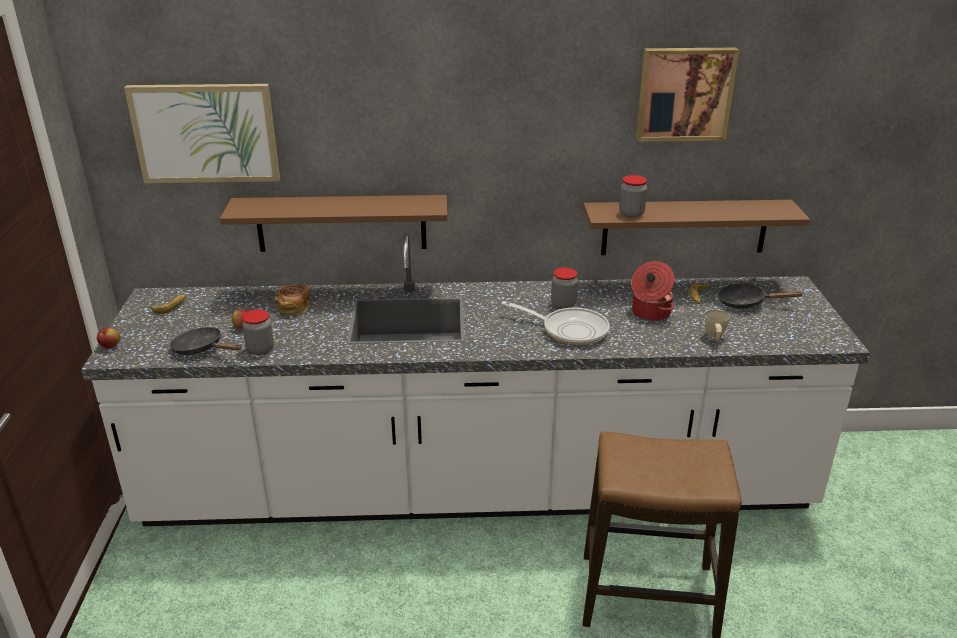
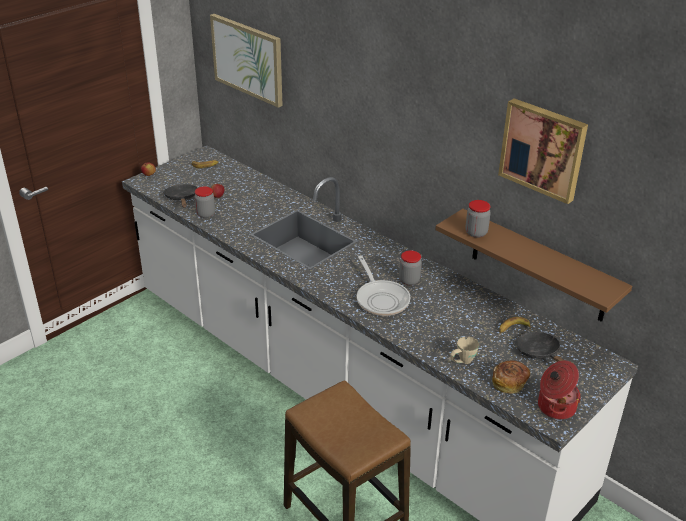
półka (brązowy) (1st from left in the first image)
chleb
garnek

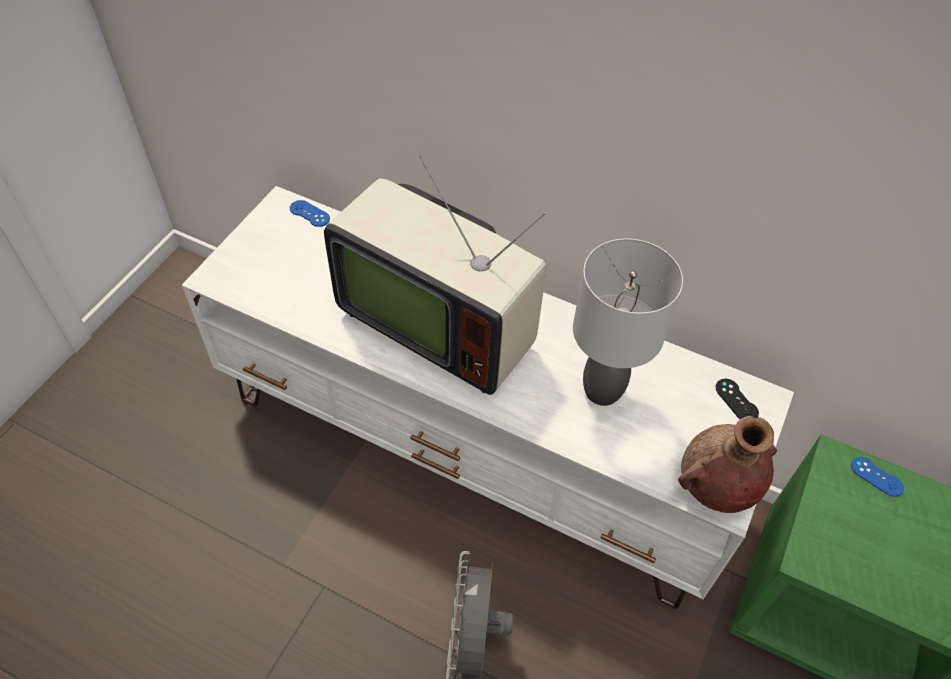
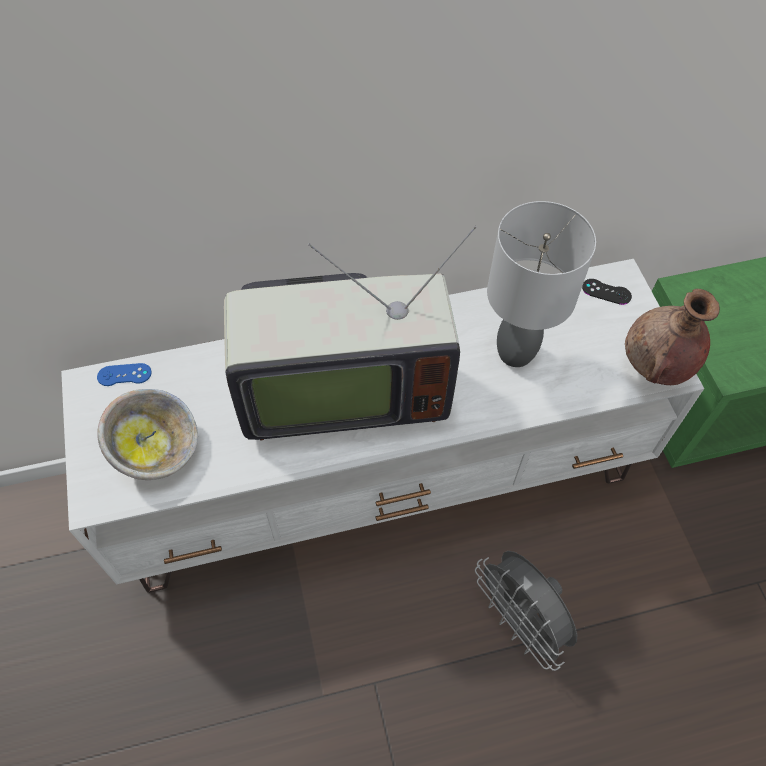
pad do gier (niebieski) (2nd from left in the first image)
miska

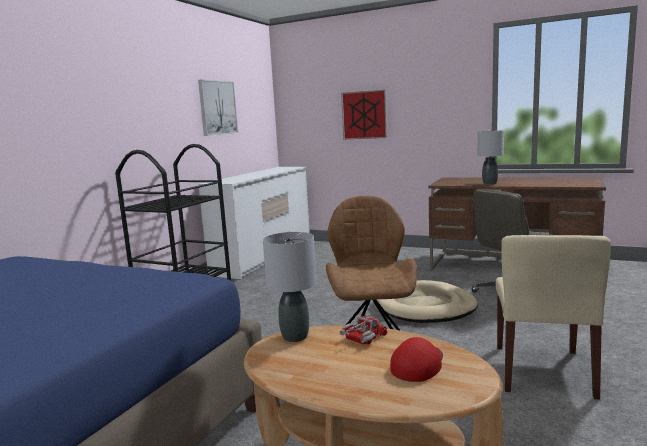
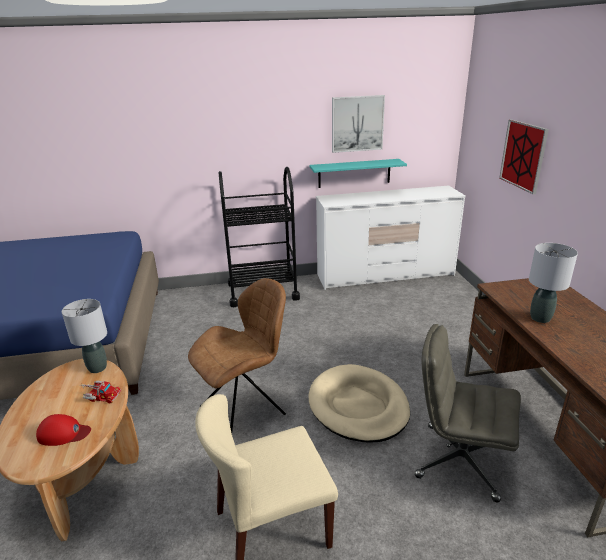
półka (turkusowy)

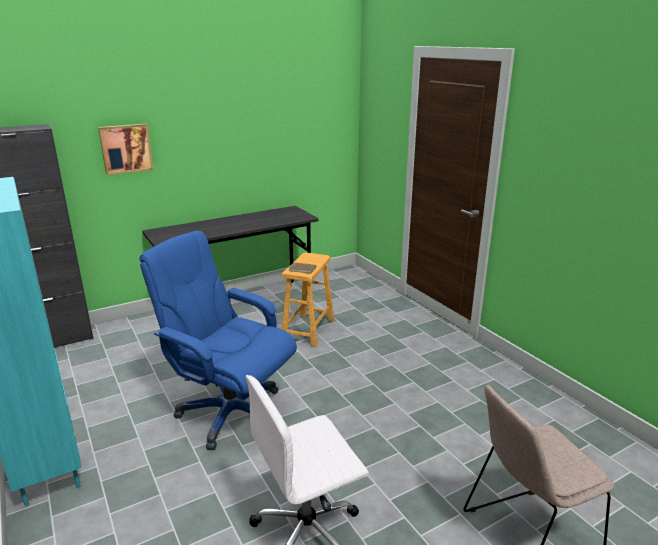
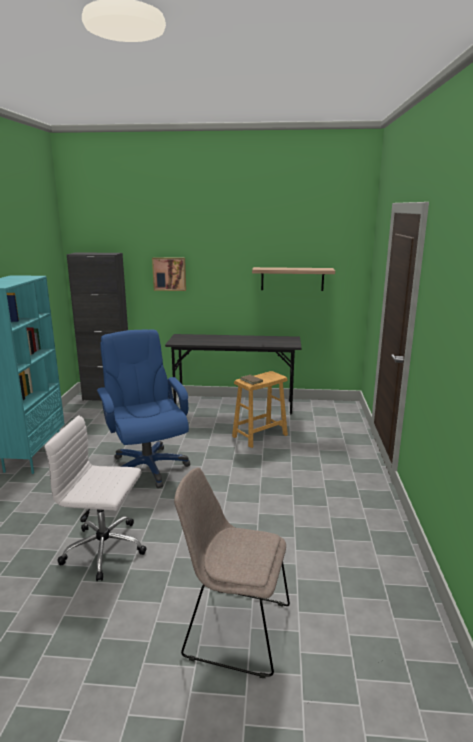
półka

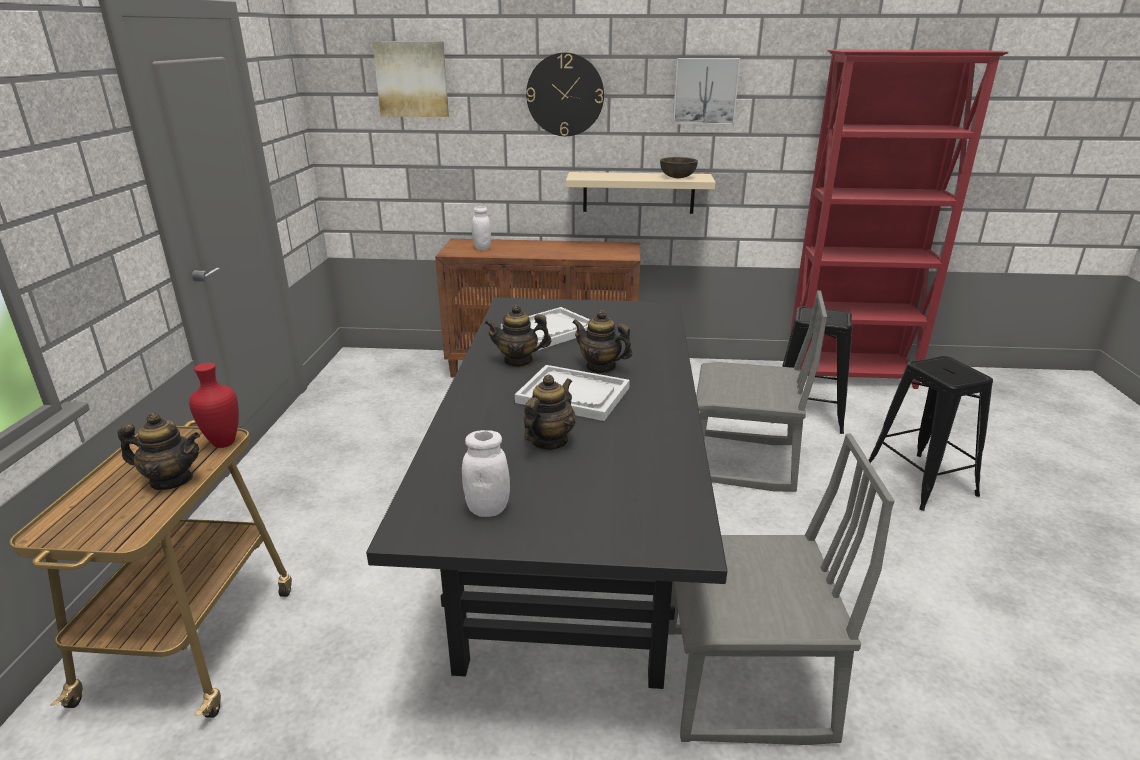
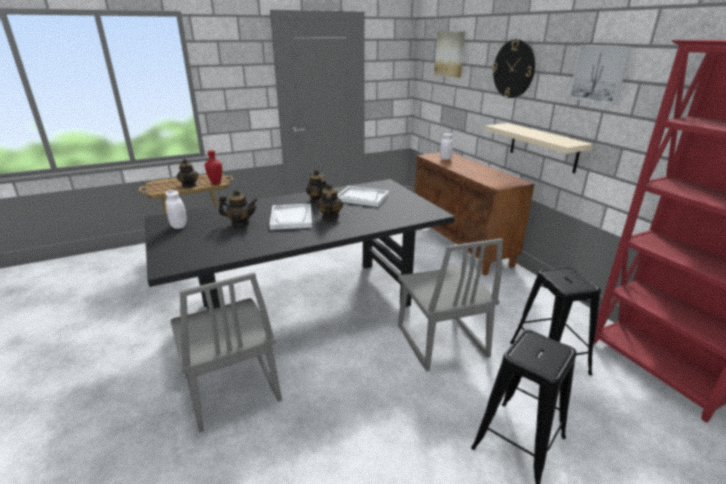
miska (brązowy)

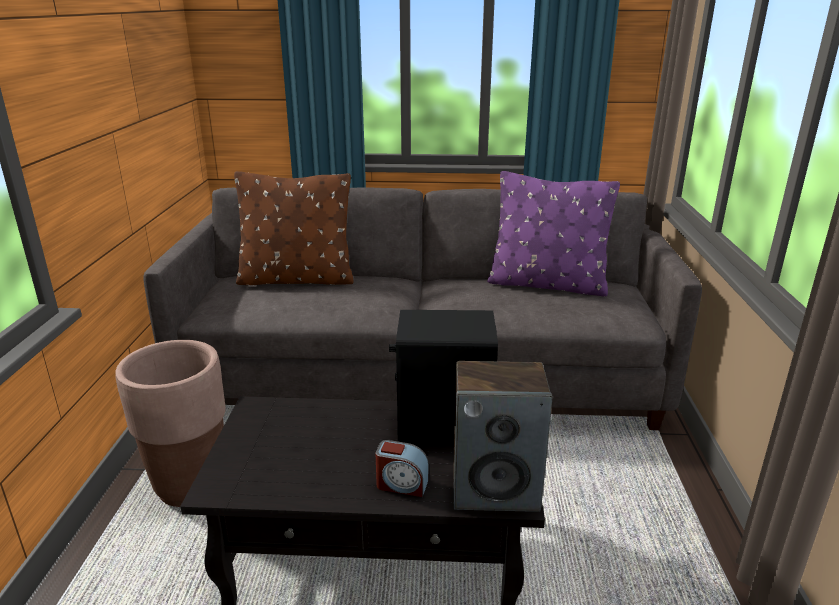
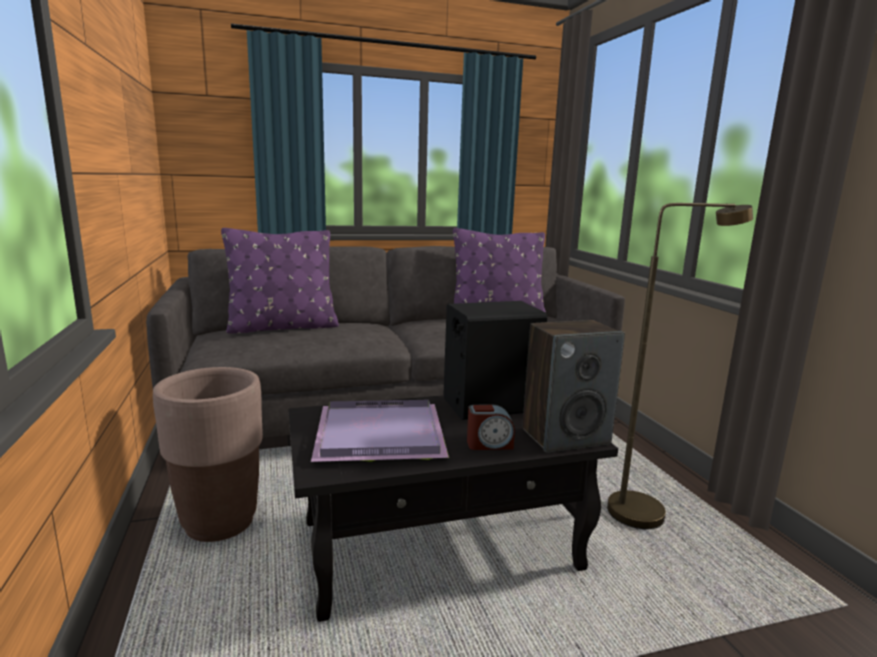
poduszka (fioletowy) (1st from left)
taca (fioletowy)
lampa stojąca (brązowy)

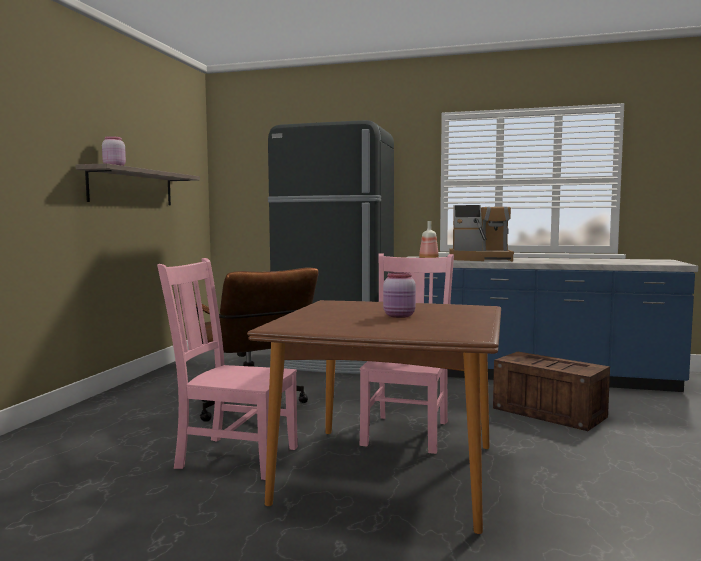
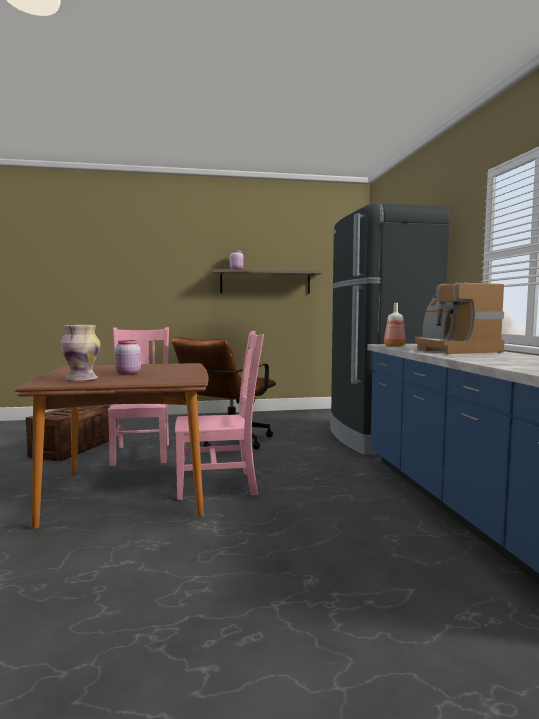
skrzynka
wazon

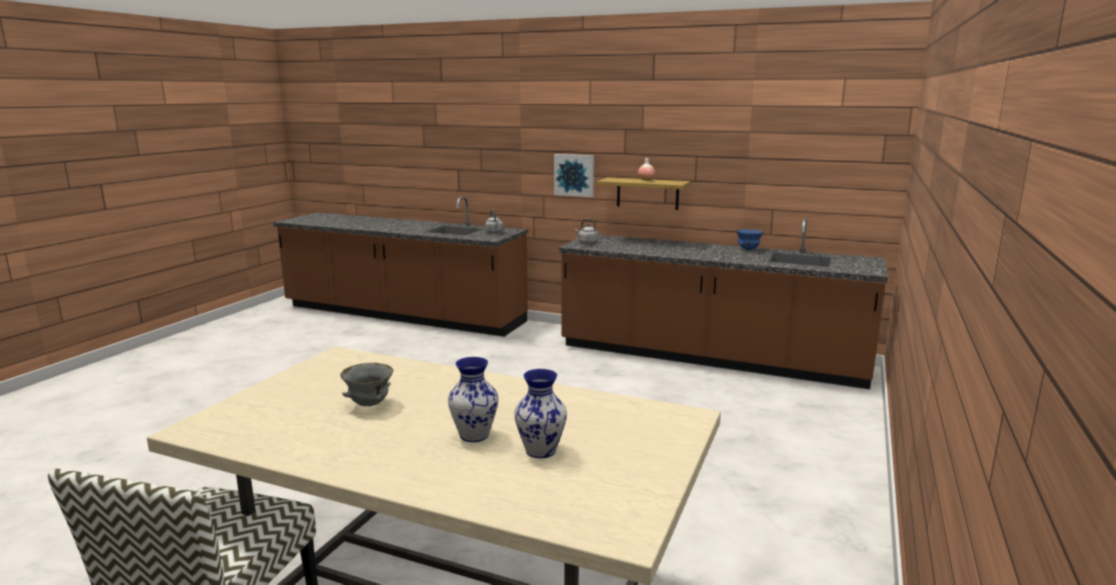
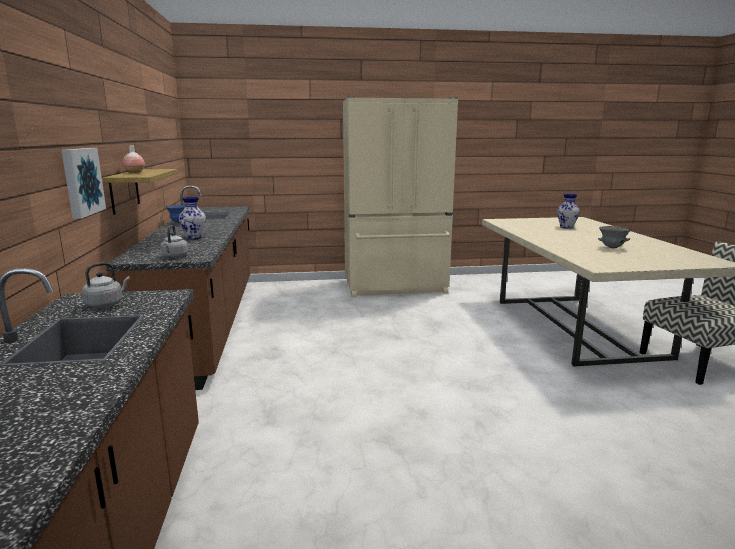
wazon (2nd from left)
lodówka (beżowy)

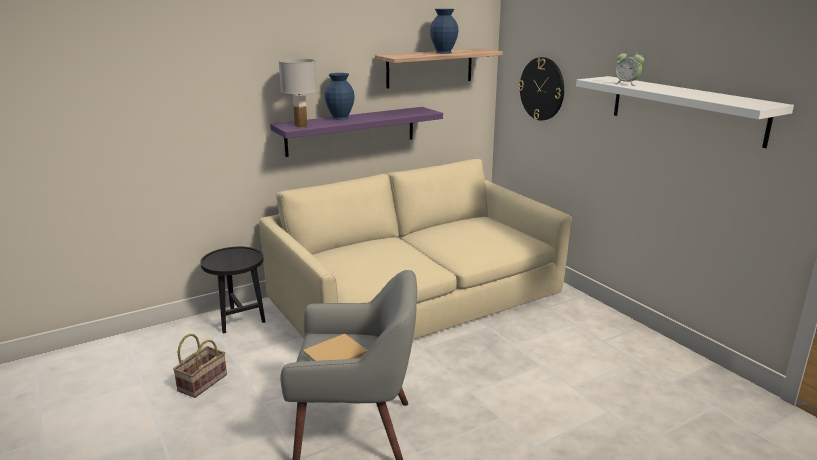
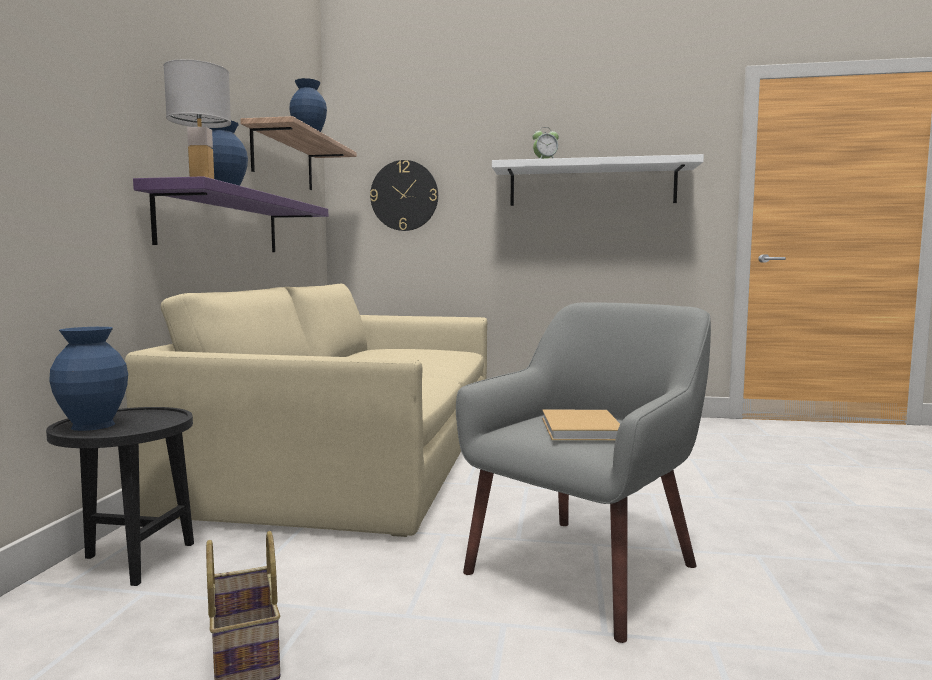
wazon (niebieski) (1st from left)

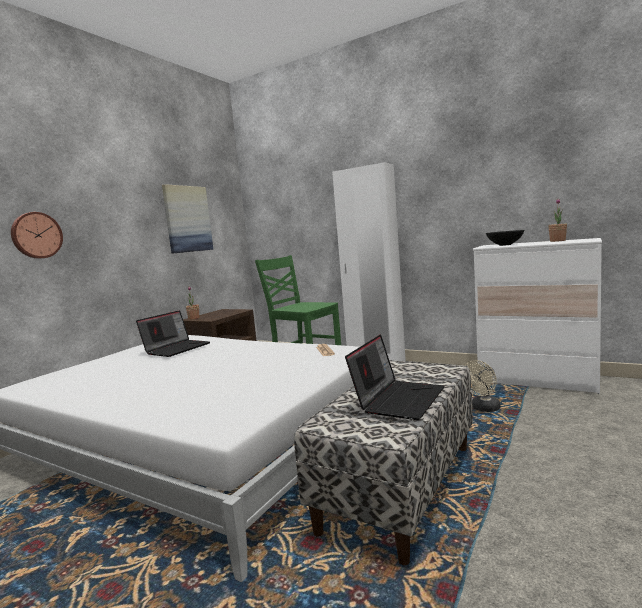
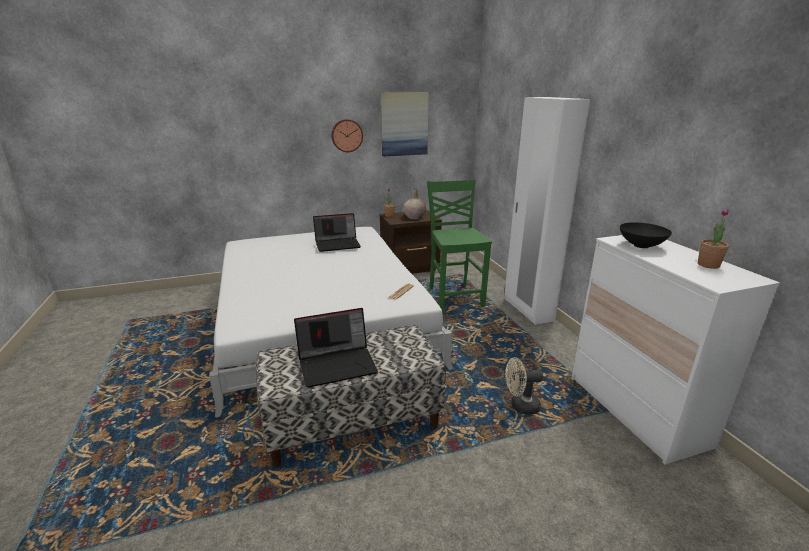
zegar ścienny
wazon (beżowy)

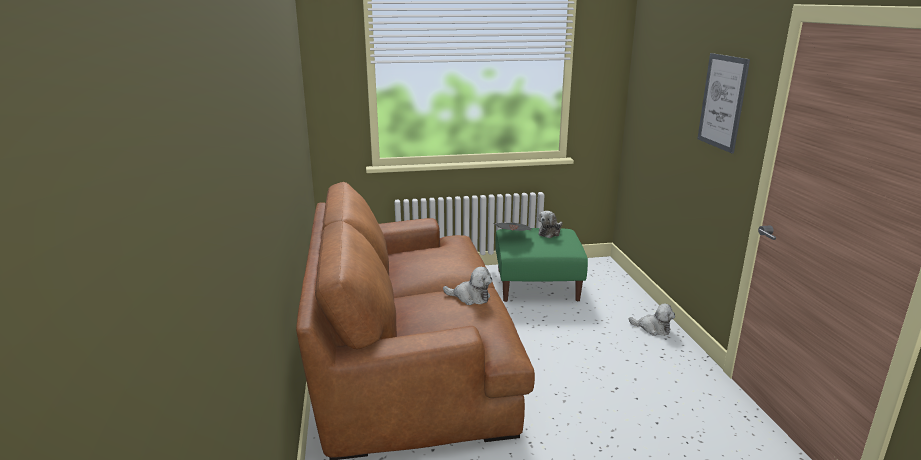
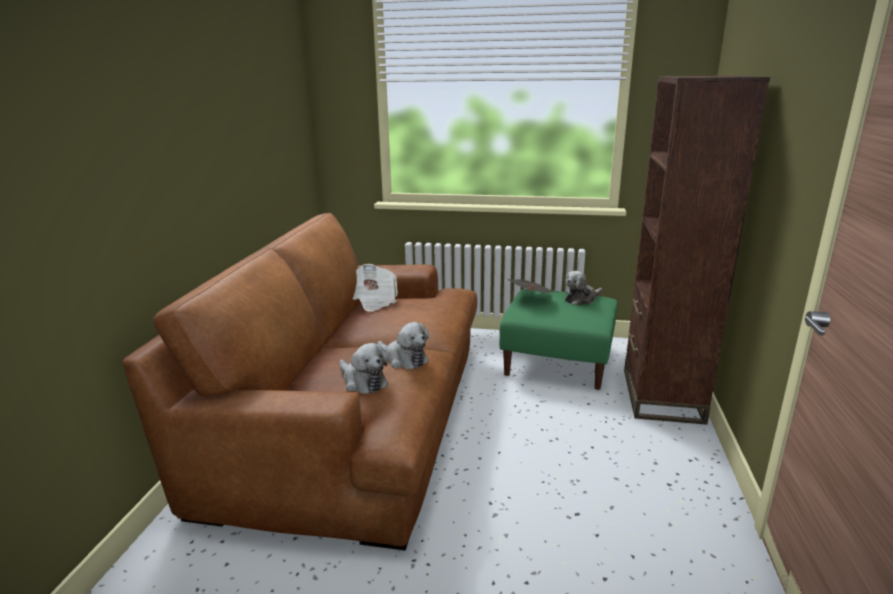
pluszak (1st from left)
obraz
gazeta (1st from left)
regał (brązowy)

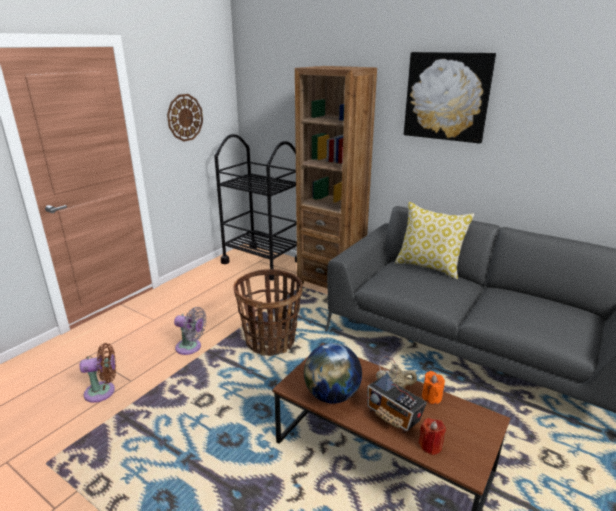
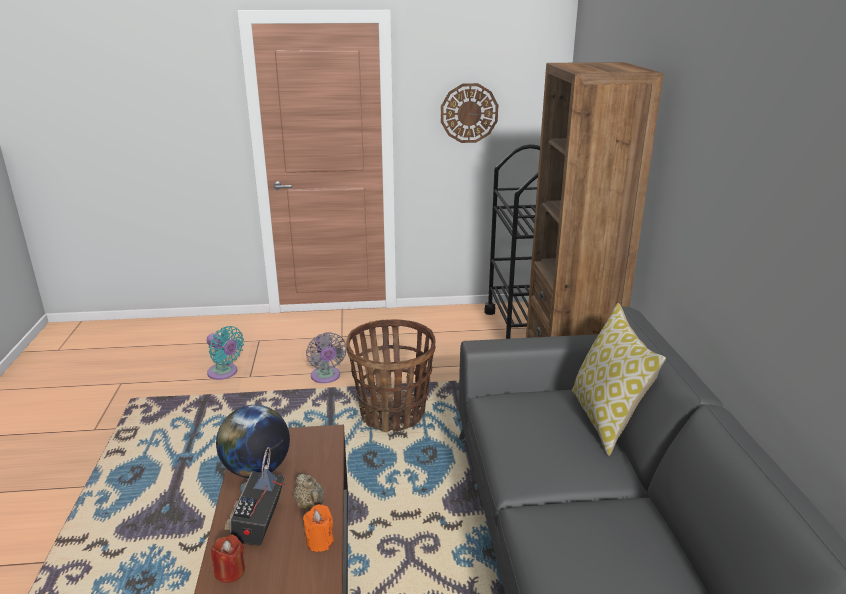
wentylator (turkusowy)
obraz

